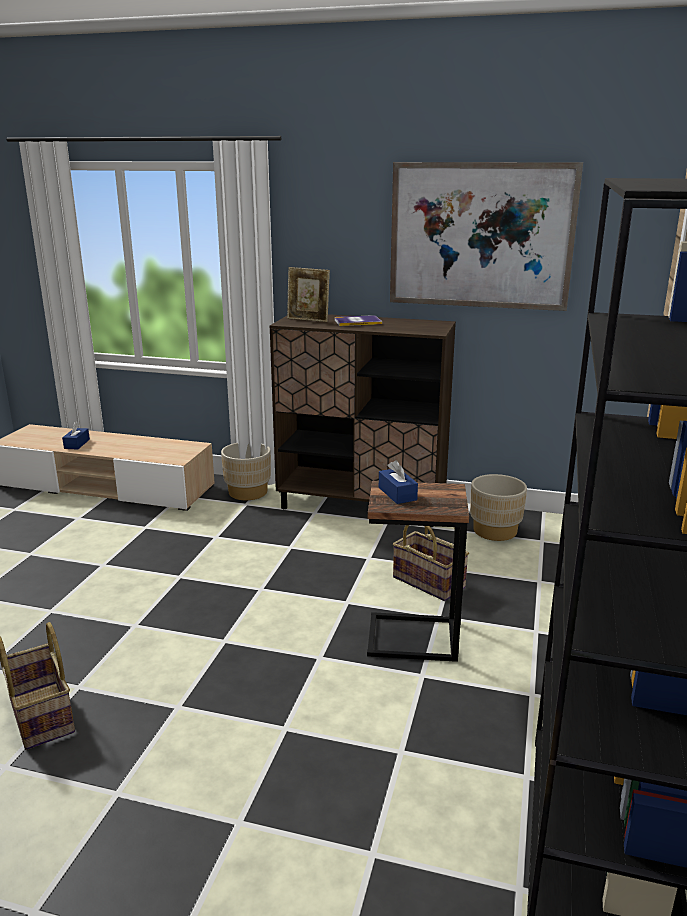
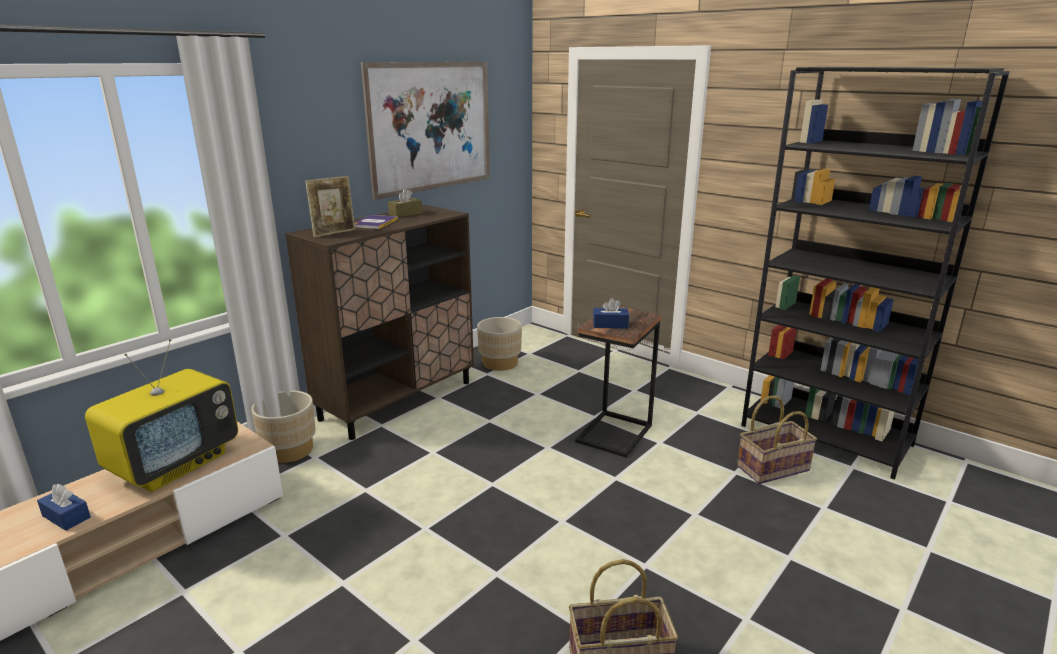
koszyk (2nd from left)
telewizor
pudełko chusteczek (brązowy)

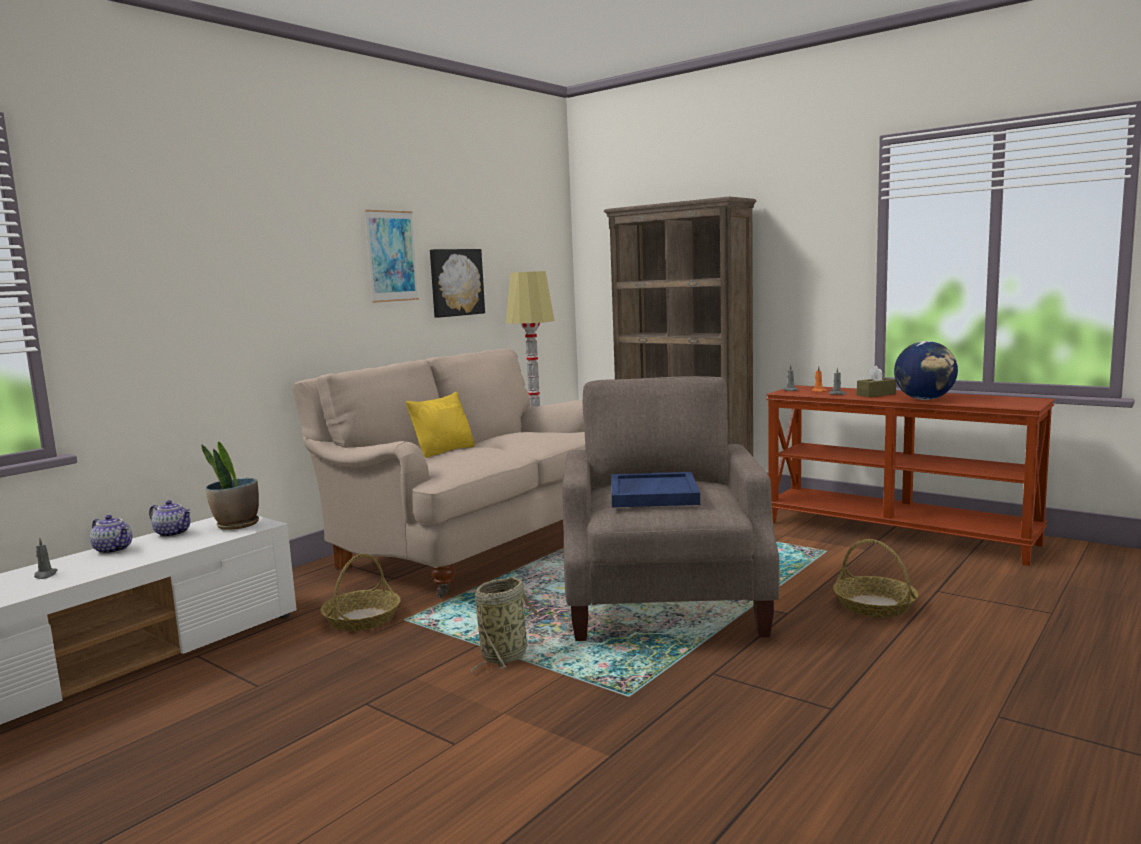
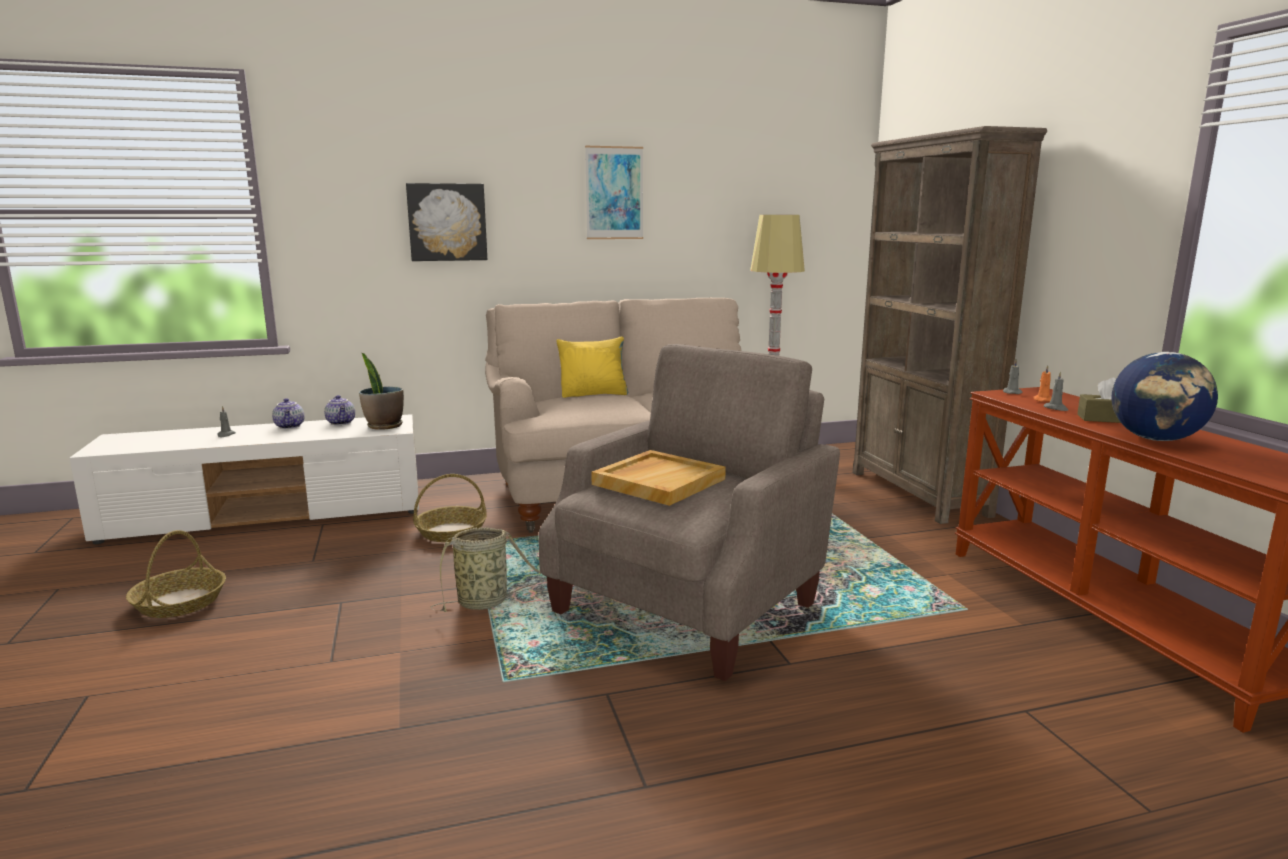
obraz (1st from left)
taca (beżowy)
koszyk (1st from left)

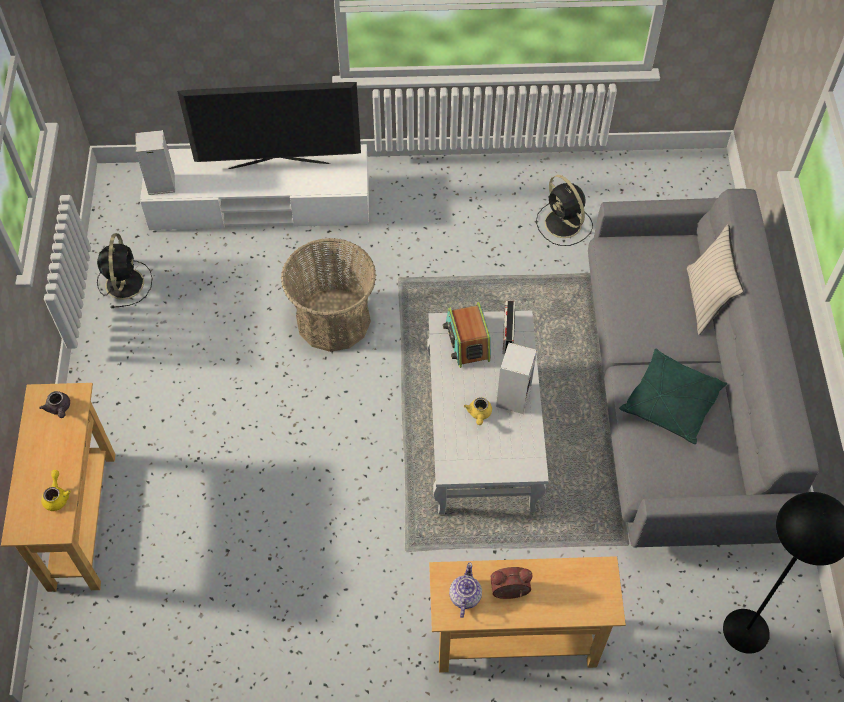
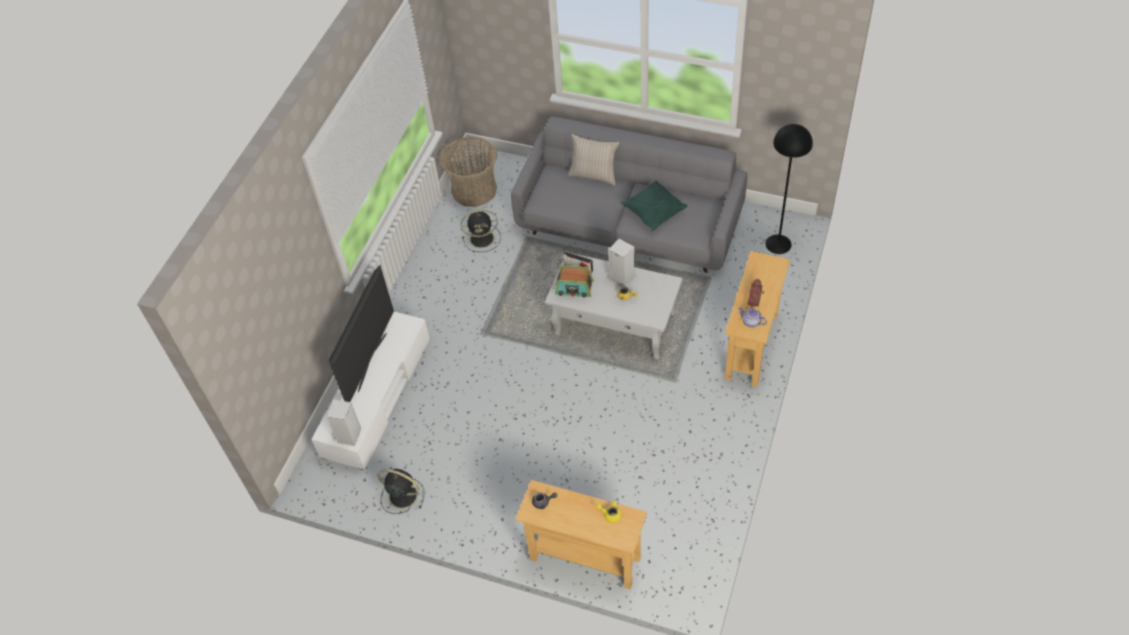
koszyk

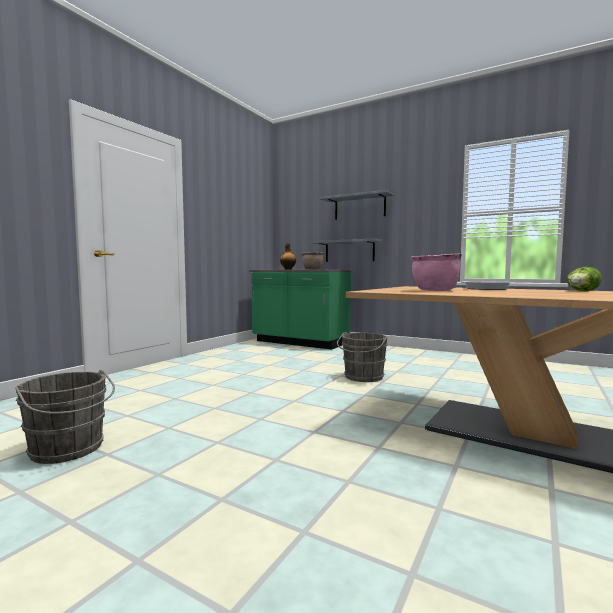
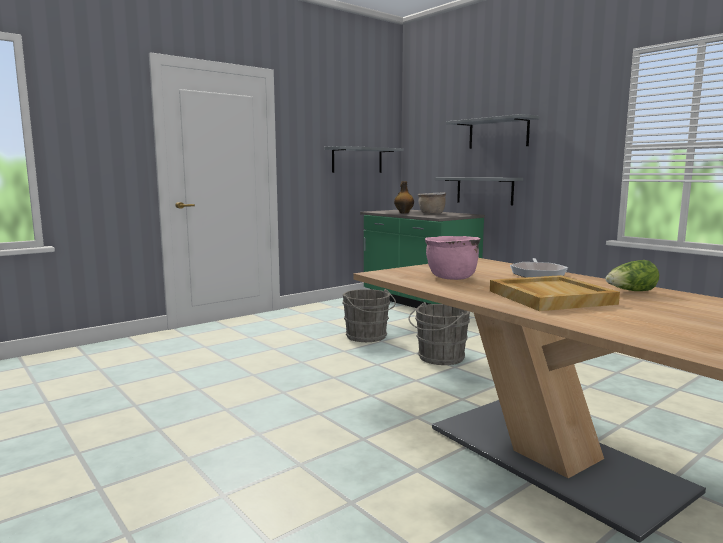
wiadro (szary) (1st from left)
półka (szary) (1st from left)
taca (beżowy)

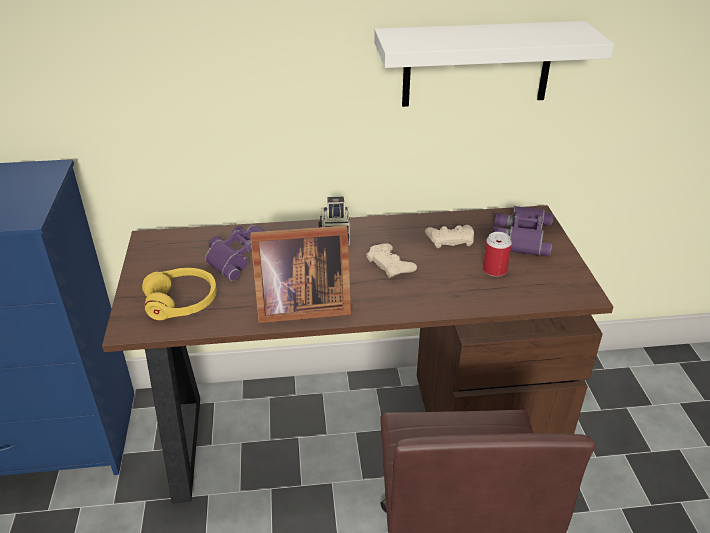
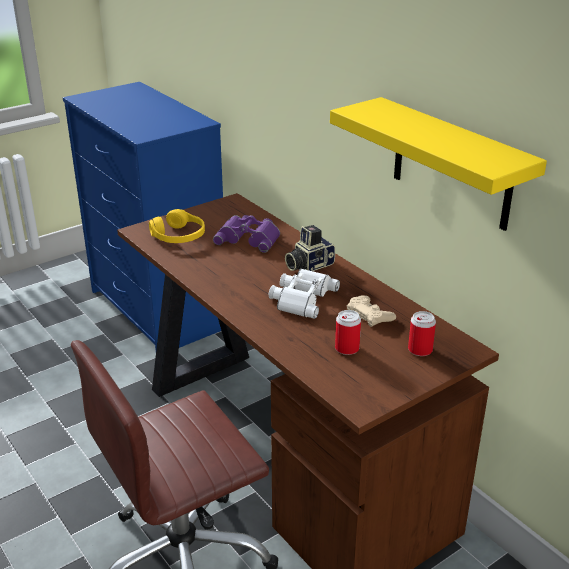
ramka na zdjęcie
lornetka (biały)
półka (żółty)
puszka (2nd from left)

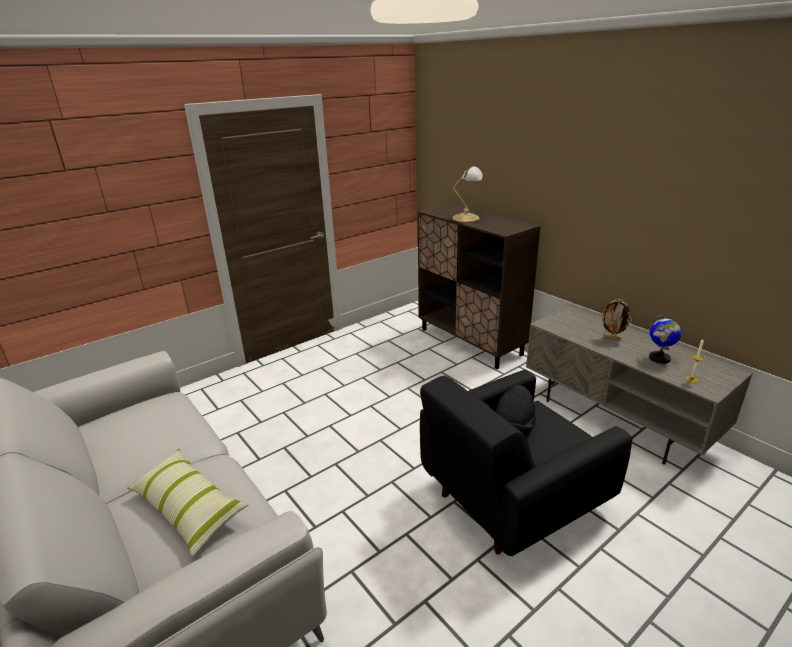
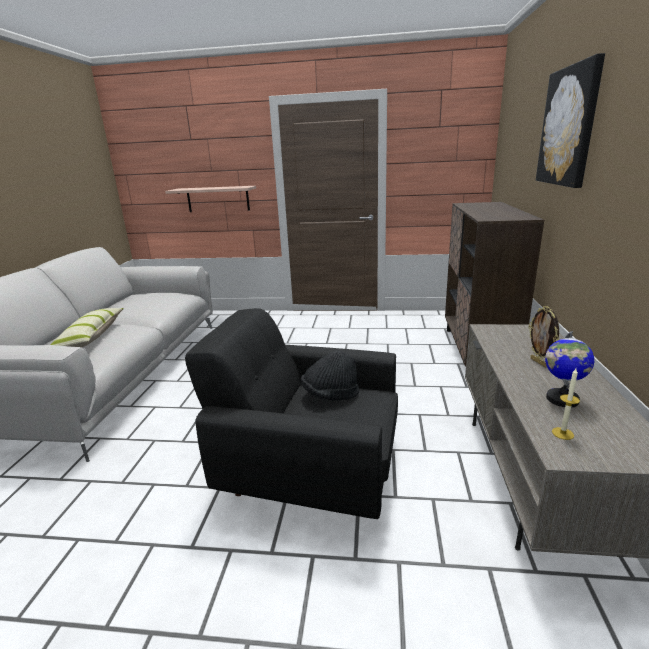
lampa stołowa
półka
obraz

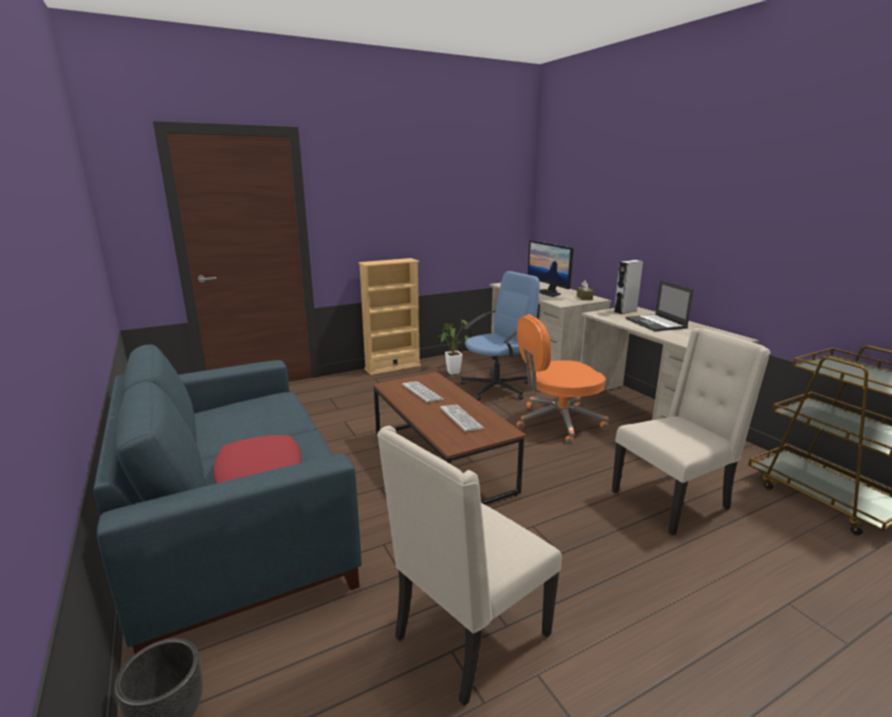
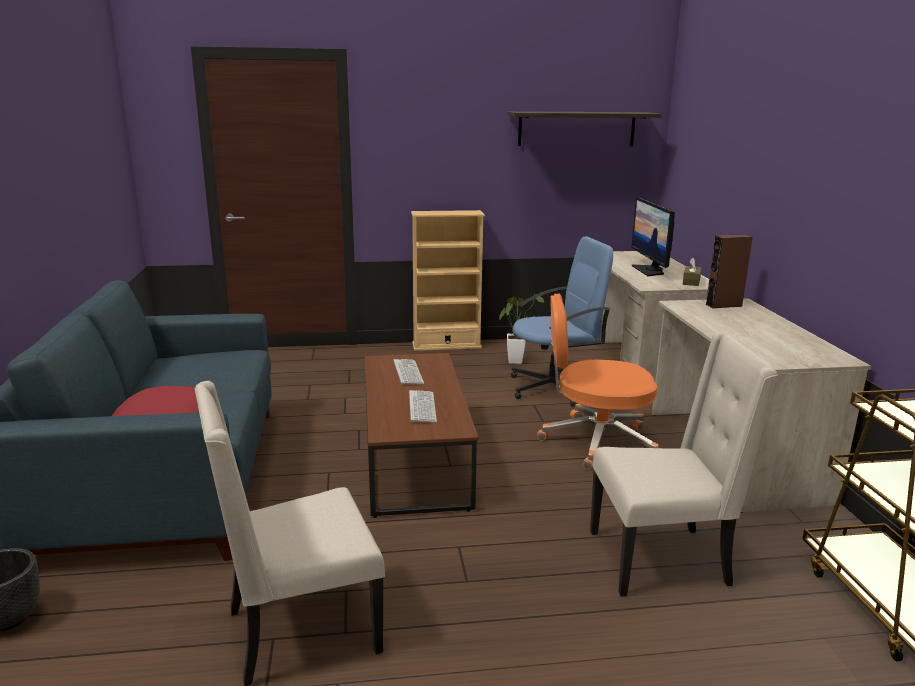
głośnik (brązowy)
laptop
półka

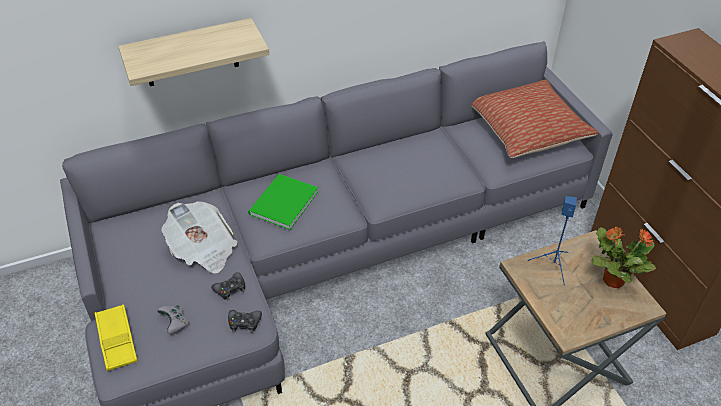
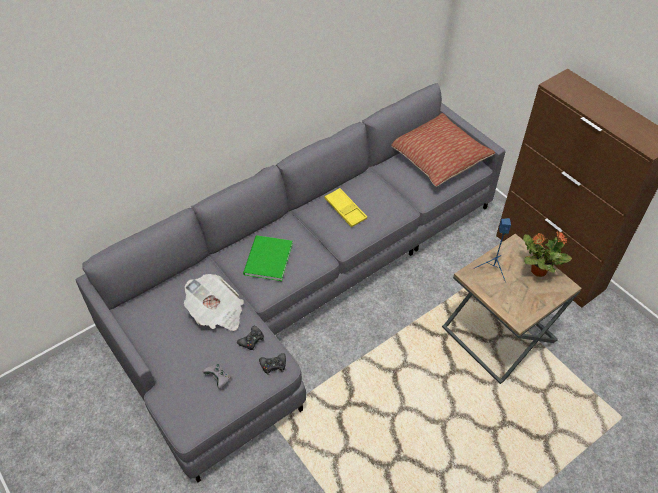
taca (żółty)
półka

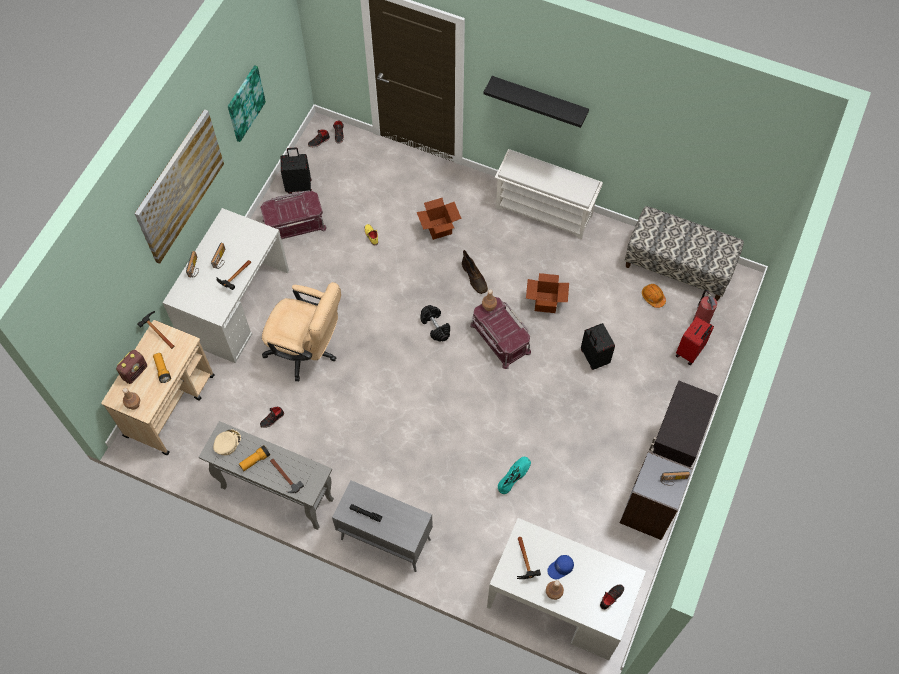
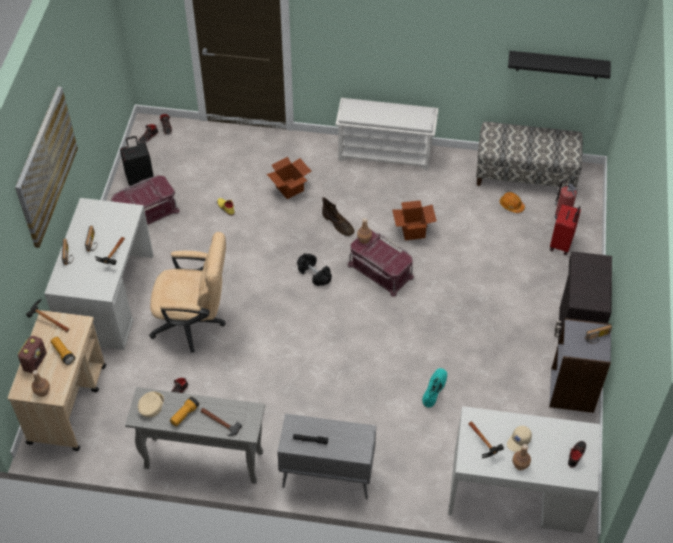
obraz (2nd from left in the first image)
półka (czarny)
czapka z daszkiem (beżowy) (2nd from left)
walizka (czarny) (2nd from left in the first image)

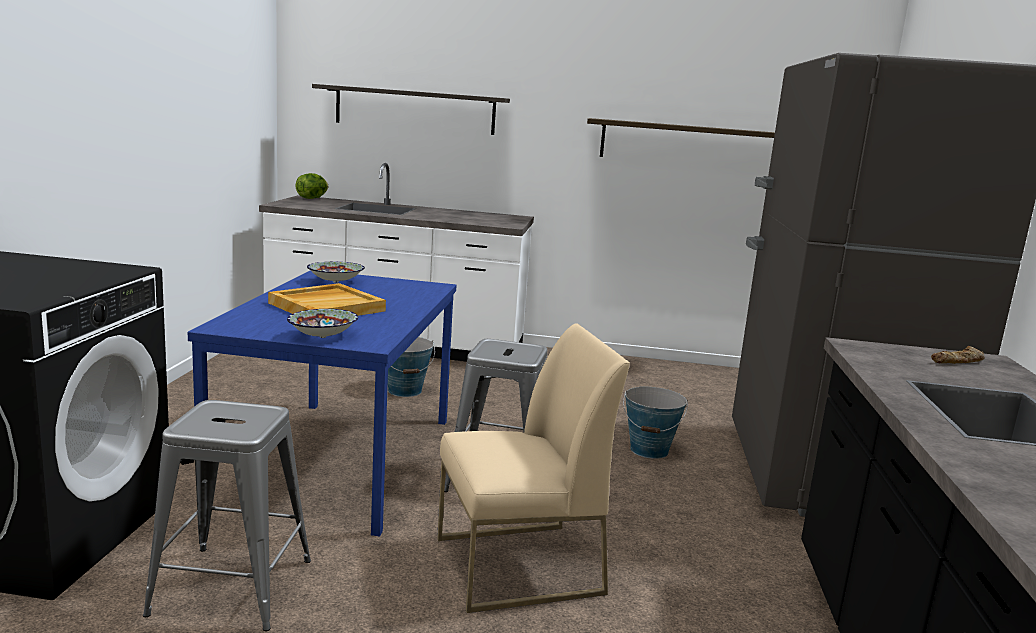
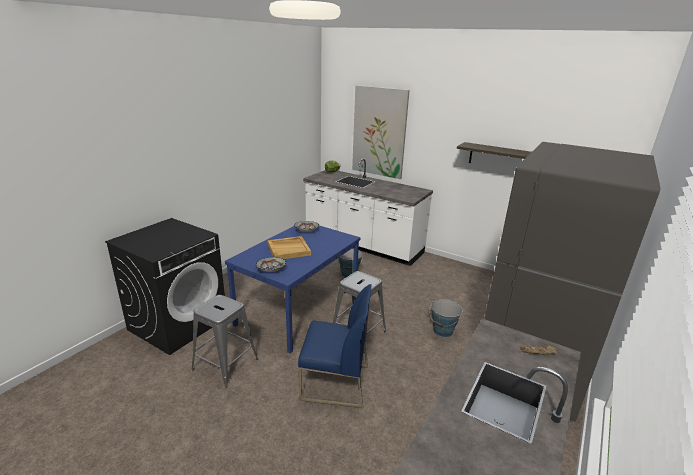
obraz
krzesło (niebieski)

